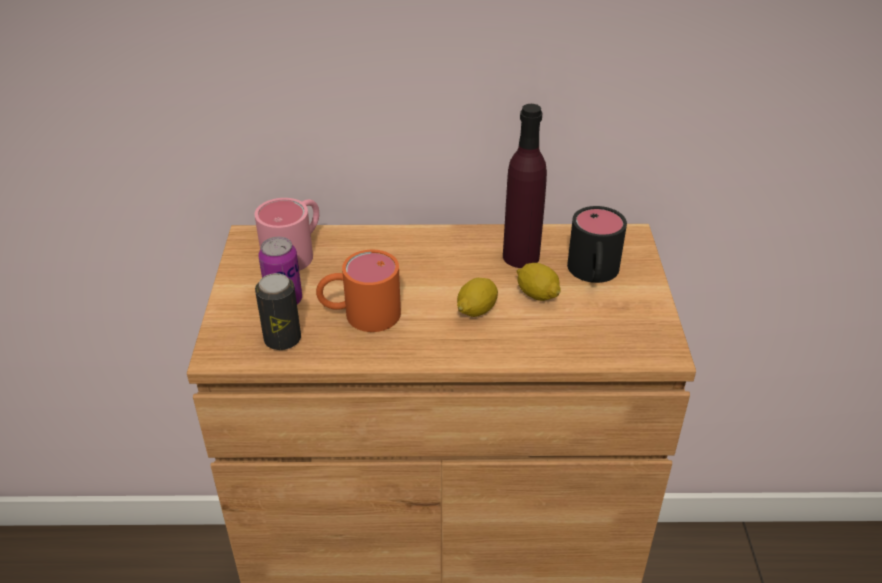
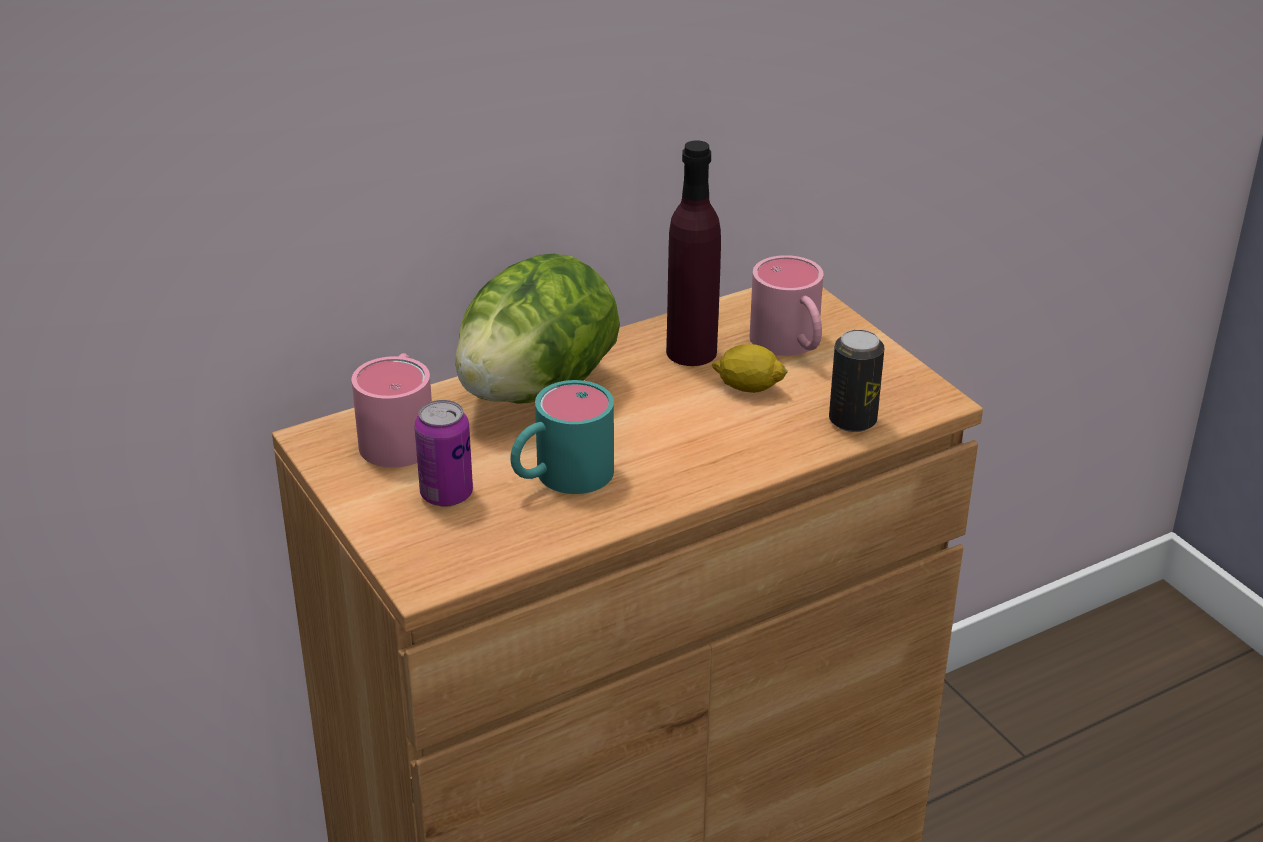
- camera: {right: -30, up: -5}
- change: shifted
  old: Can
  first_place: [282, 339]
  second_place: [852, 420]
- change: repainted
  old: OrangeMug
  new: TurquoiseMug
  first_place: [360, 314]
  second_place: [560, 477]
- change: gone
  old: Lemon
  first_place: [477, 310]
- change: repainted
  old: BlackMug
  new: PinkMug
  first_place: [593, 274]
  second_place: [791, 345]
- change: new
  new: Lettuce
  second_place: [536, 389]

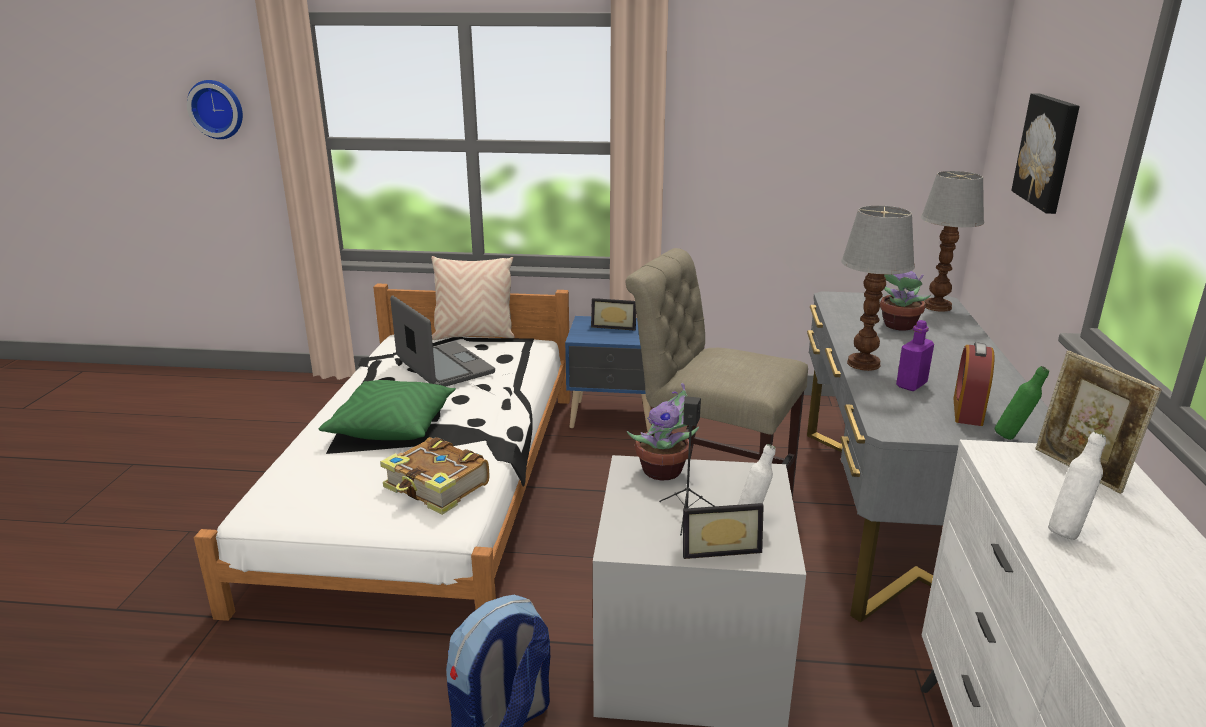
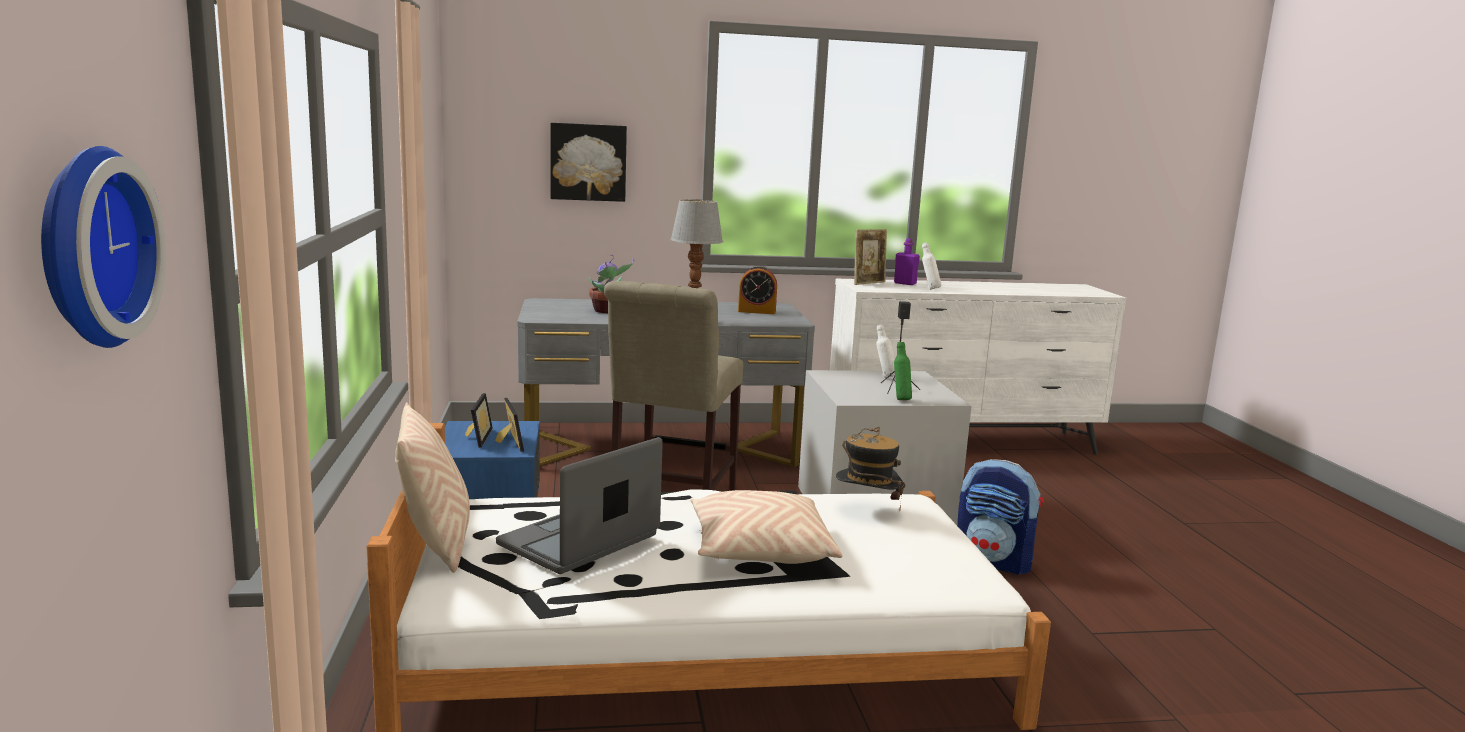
- camera: {right: -105, up: -10}
- change: repainted
  old: GreenPillow
  new: BeigePillow
  first_place: [392, 425]
  second_place: [759, 551]
- change: swapped
  old: Book
  new: Hat
  first_place: [437, 487]
  second_place: [867, 510]
- change: gone
  old: PottedPlant
  first_place: [665, 471]
- change: shifted
  old: PictureFrame
  first_place: [719, 547]
  second_place: [507, 443]
- change: shifted
  old: PurpleBottle
  first_place: [911, 385]
  second_place: [905, 283]
- change: gone
  old: TableLamp
  first_place: [937, 307]
- change: shifted
  old: GreenBottle
  first_place: [1013, 437]
  second_place: [900, 399]

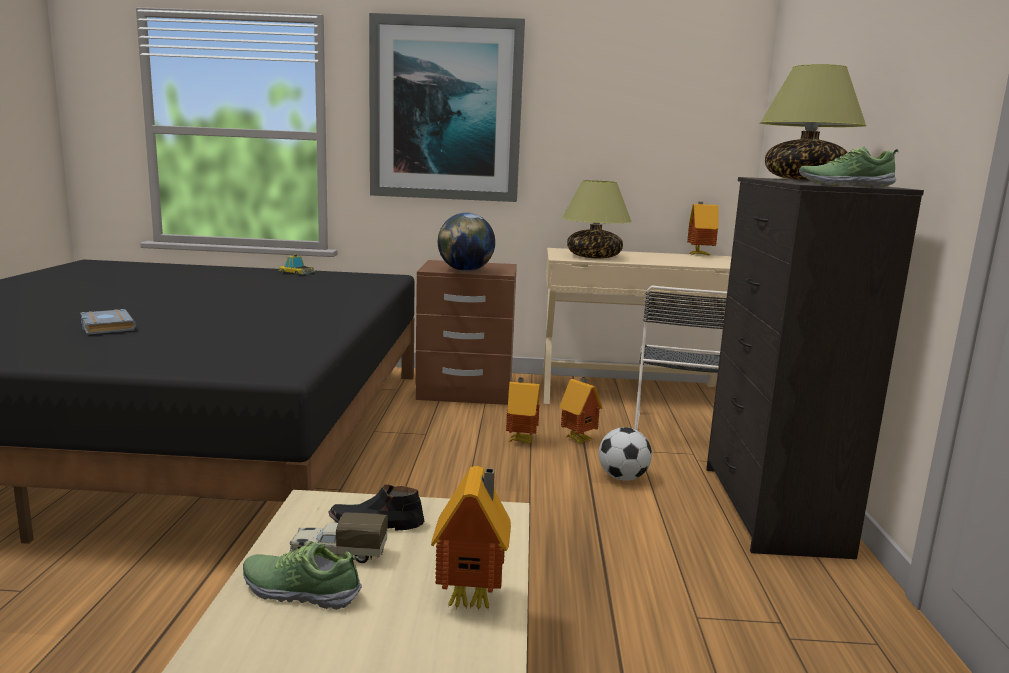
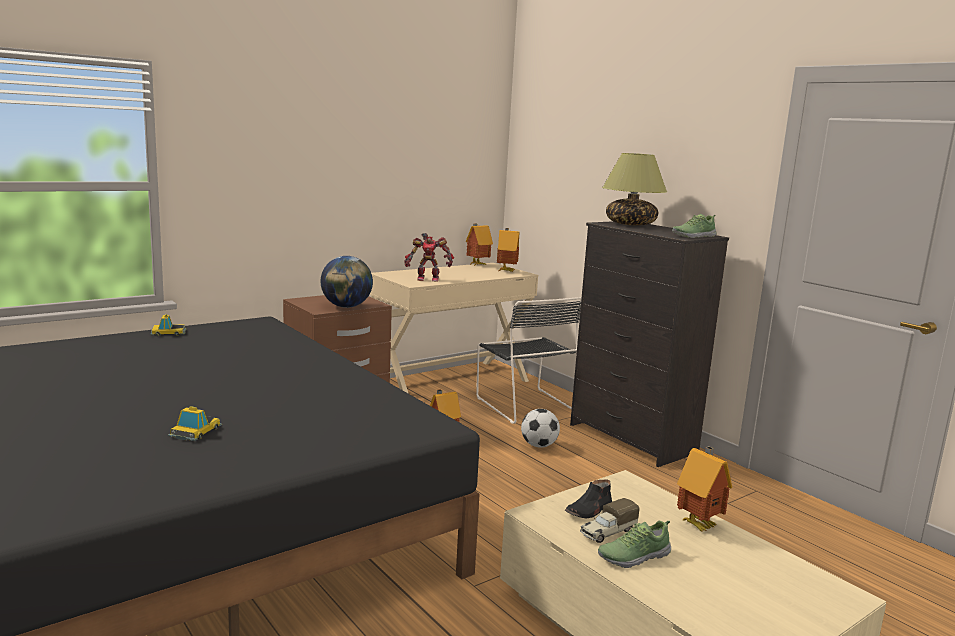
- camera: {right: -40, up: 0}
- change: swapped
  old: GreyBook
  new: ToyCar
  first_place: [105, 327]
  second_place: [195, 431]
- change: gone
  old: Picture
  first_place: [446, 110]
- change: shifted
  old: ToyHouse
  first_place: [579, 439]
  second_place: [506, 271]
- change: swapped
  old: TableLamp
  new: ToyRobot
  first_place: [594, 257]
  second_place: [428, 279]

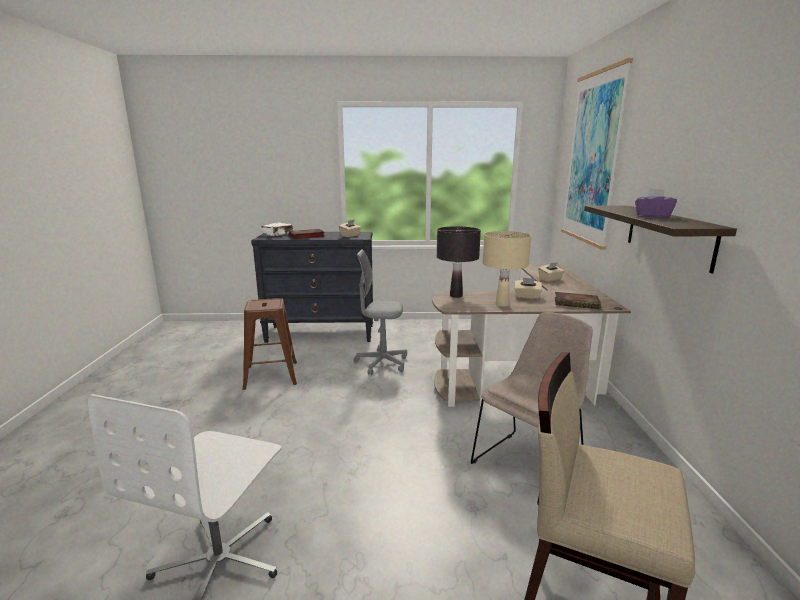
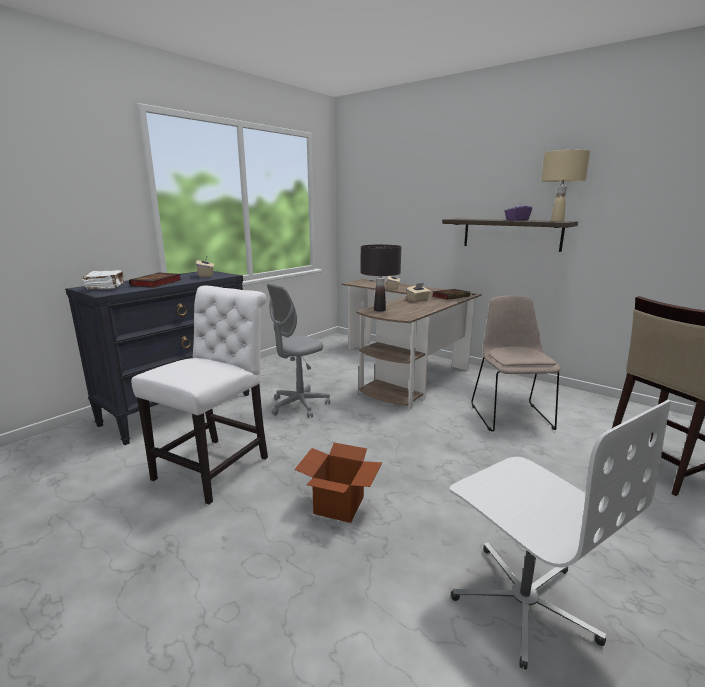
- camera: {right: -50, up: 0}
- change: swapped
  old: BrownStool
  new: WhiteChair
  first_place: [271, 375]
  second_place: [217, 466]
- change: shifted
  old: BeigeTableLamp
  first_place: [502, 304]
  second_place: [557, 221]
- change: gone
  old: Picture
  first_place: [592, 159]
- change: new
  new: CardboardBox
  second_place: [339, 505]

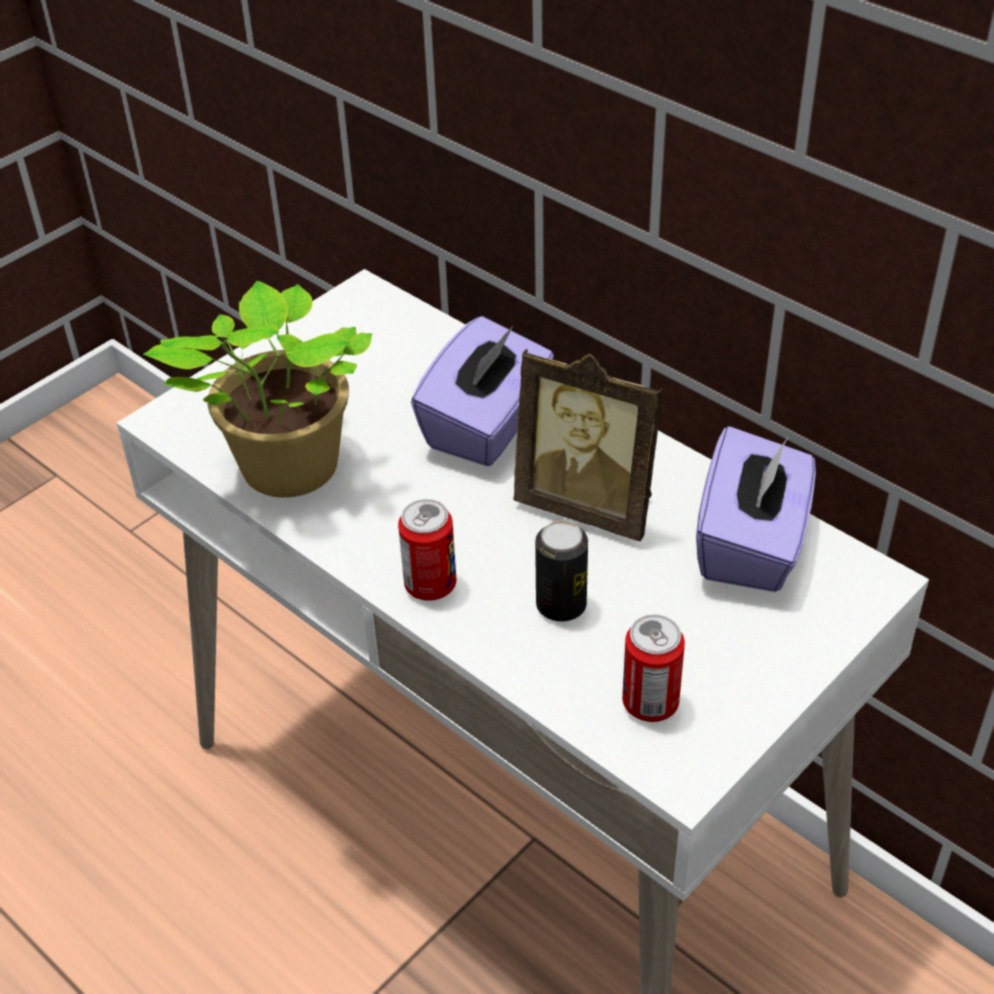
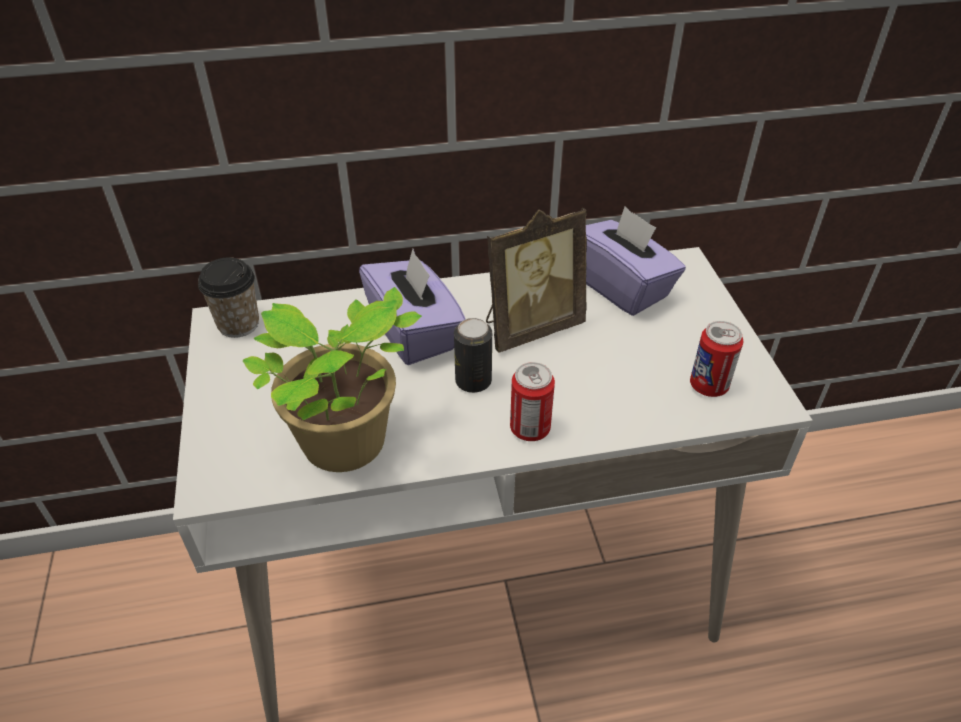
- camera: {right: -55, up: 0}
- change: shifted
  old: Can
  first_place: [561, 605]
  second_place: [473, 381]
- change: new
  new: Cup
  second_place: [238, 324]

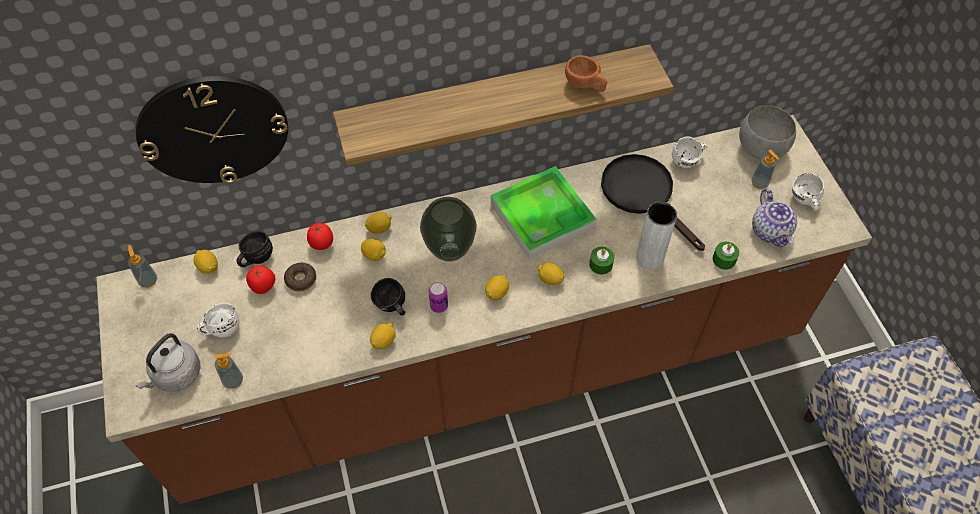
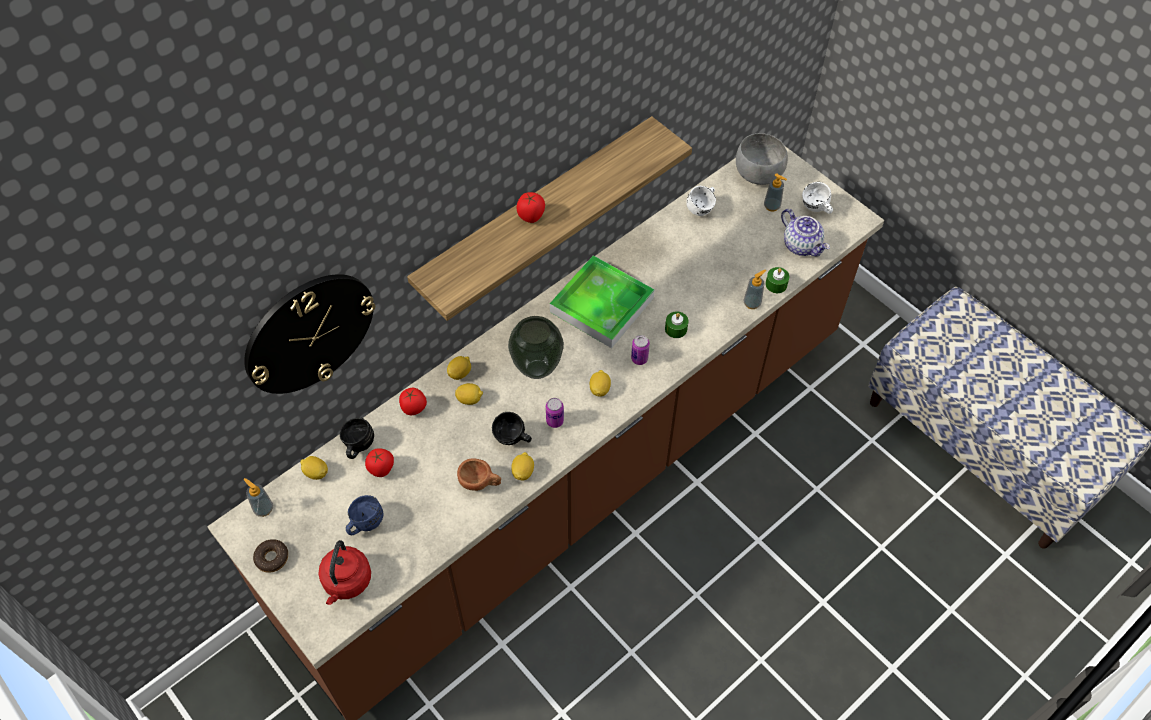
- camera: {right: -25, up: 0}
- change: repainted
  old: GreyKettle
  new: RedKettle
  first_place: [175, 375]
  second_place: [346, 582]
- change: repainted
  old: WhiteMug
  new: BlueMug
  first_place: [221, 328]
  second_place: [364, 523]
- change: shifted
  old: SoapDispenser
  first_place: [233, 380]
  second_place: [752, 303]
- change: shifted
  old: Donut
  first_place: [301, 279]
  second_place: [272, 558]
- change: swapped
  old: Lemon
  new: Can
  first_place: [550, 279]
  second_place: [639, 359]
- change: shifted
  old: BrownCup
  first_place: [585, 85]
  second_place: [480, 482]
- change: gone
  old: BlackFryingPan
  first_place: [644, 195]
- change: gone
  old: GreyVase
  first_place: [649, 258]
- change: new
  new: Tomato
  second_place: [531, 216]

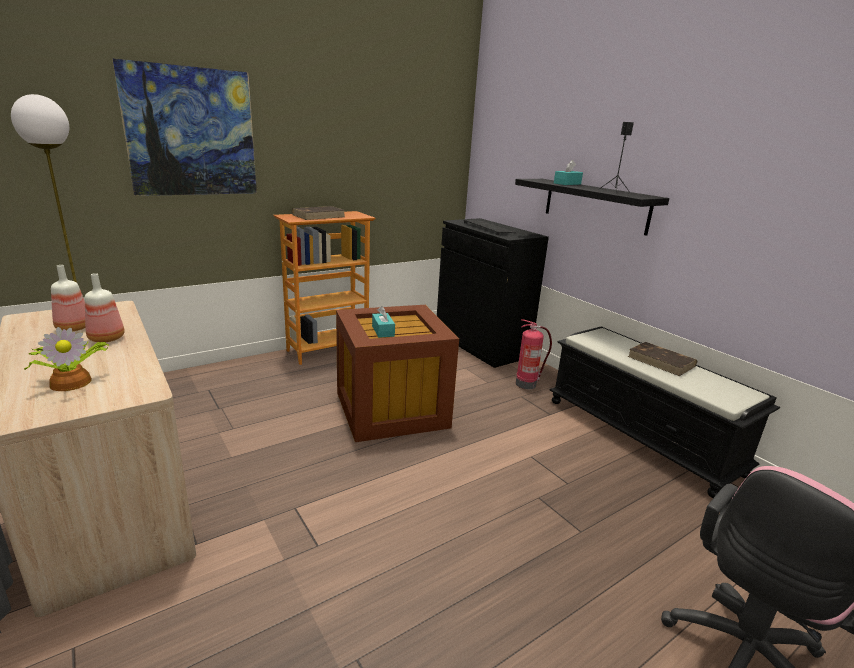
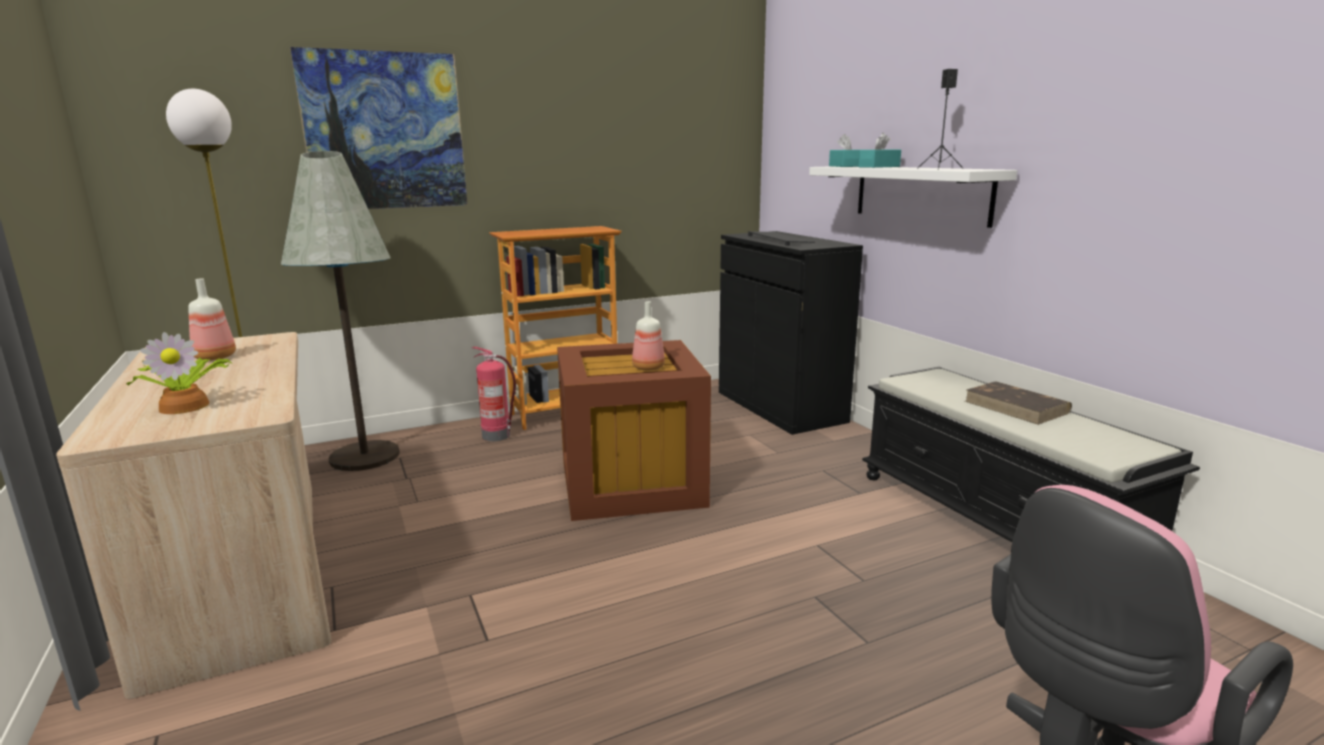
- camera: {right: 10, up: -5}
- change: shifted
  old: Bottle
  first_place: [105, 338]
  second_place: [647, 367]
- change: gone
  old: BrownBook
  first_place: [319, 215]
- change: shifted
  old: TurquoiseTissueBox
  first_place: [383, 331]
  second_place: [844, 166]
- change: repainted
  old: BlackShelf
  new: WhiteShelf
  first_place: [595, 205]
  second_place: [921, 193]
- change: shifted
  old: FireExtinguisher
  first_place: [527, 384]
  second_place: [497, 435]
- change: new
  new: GreyFloorLamp
  second_place: [364, 457]

